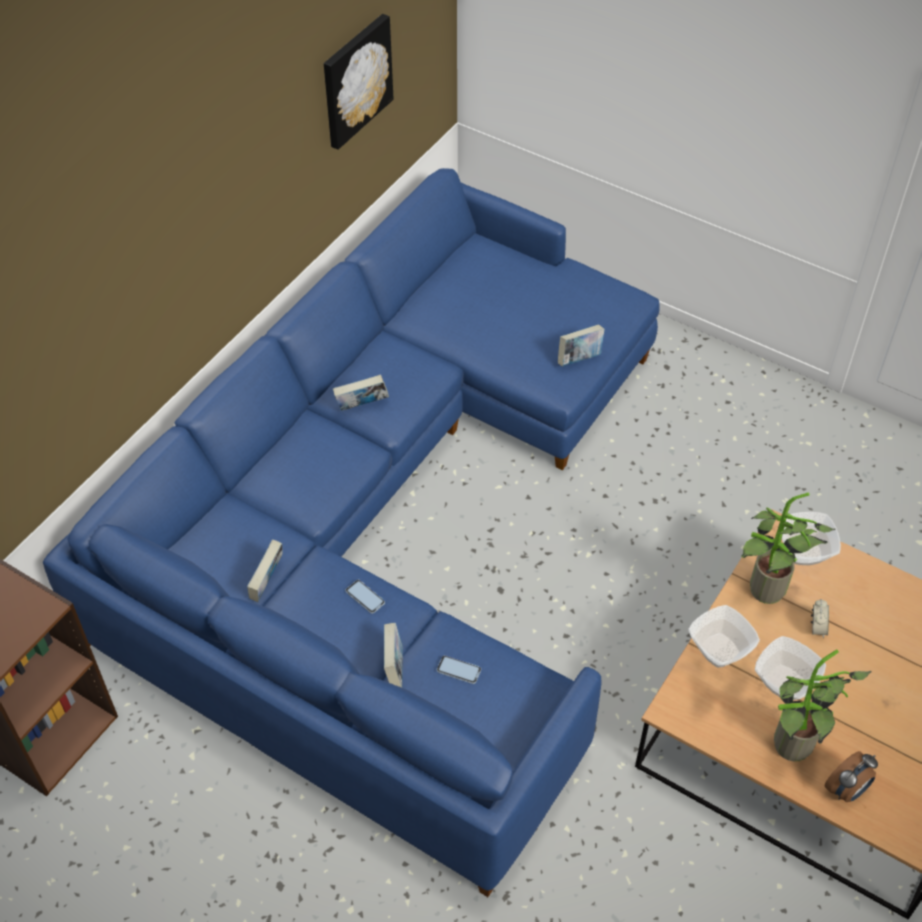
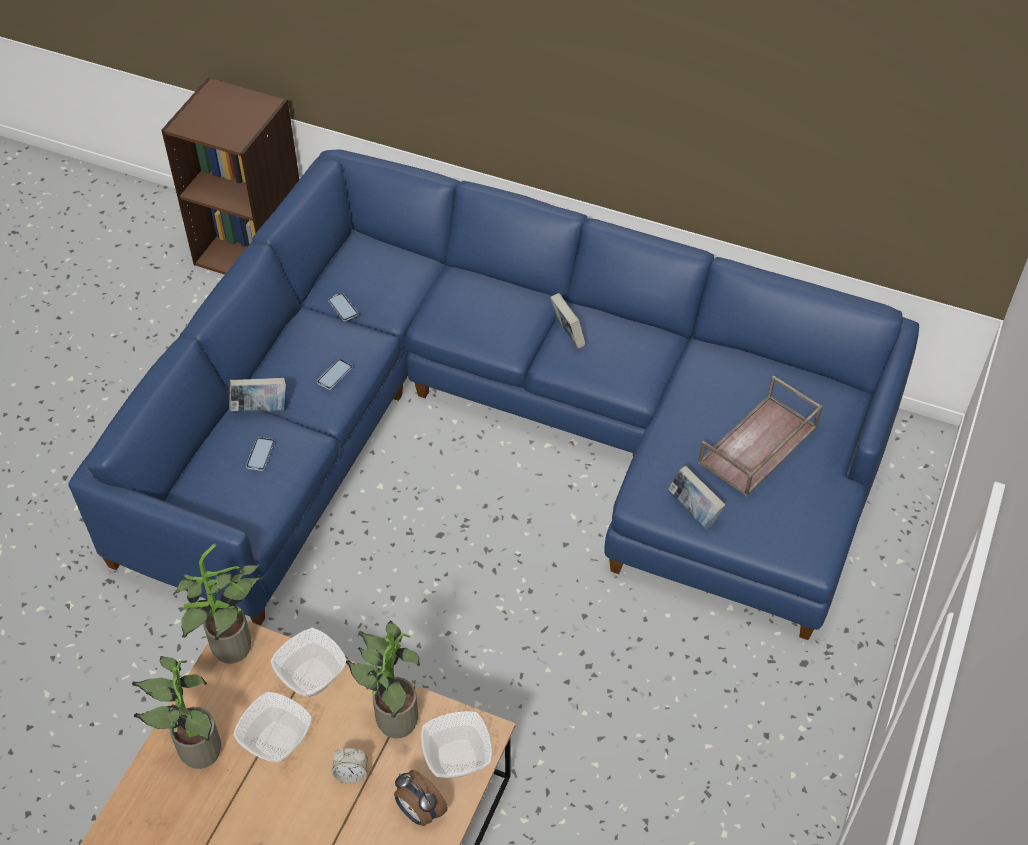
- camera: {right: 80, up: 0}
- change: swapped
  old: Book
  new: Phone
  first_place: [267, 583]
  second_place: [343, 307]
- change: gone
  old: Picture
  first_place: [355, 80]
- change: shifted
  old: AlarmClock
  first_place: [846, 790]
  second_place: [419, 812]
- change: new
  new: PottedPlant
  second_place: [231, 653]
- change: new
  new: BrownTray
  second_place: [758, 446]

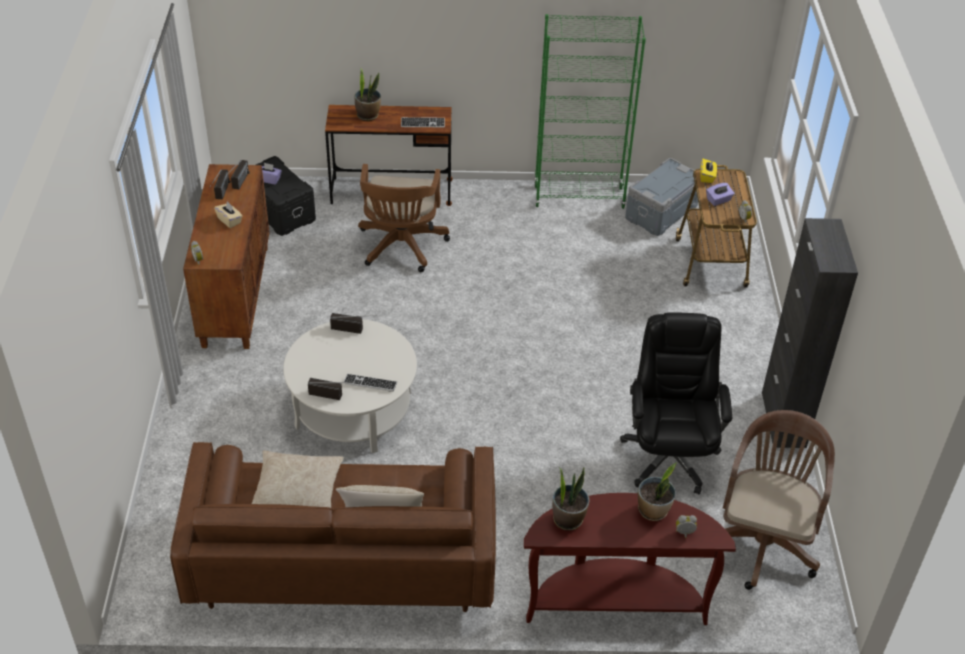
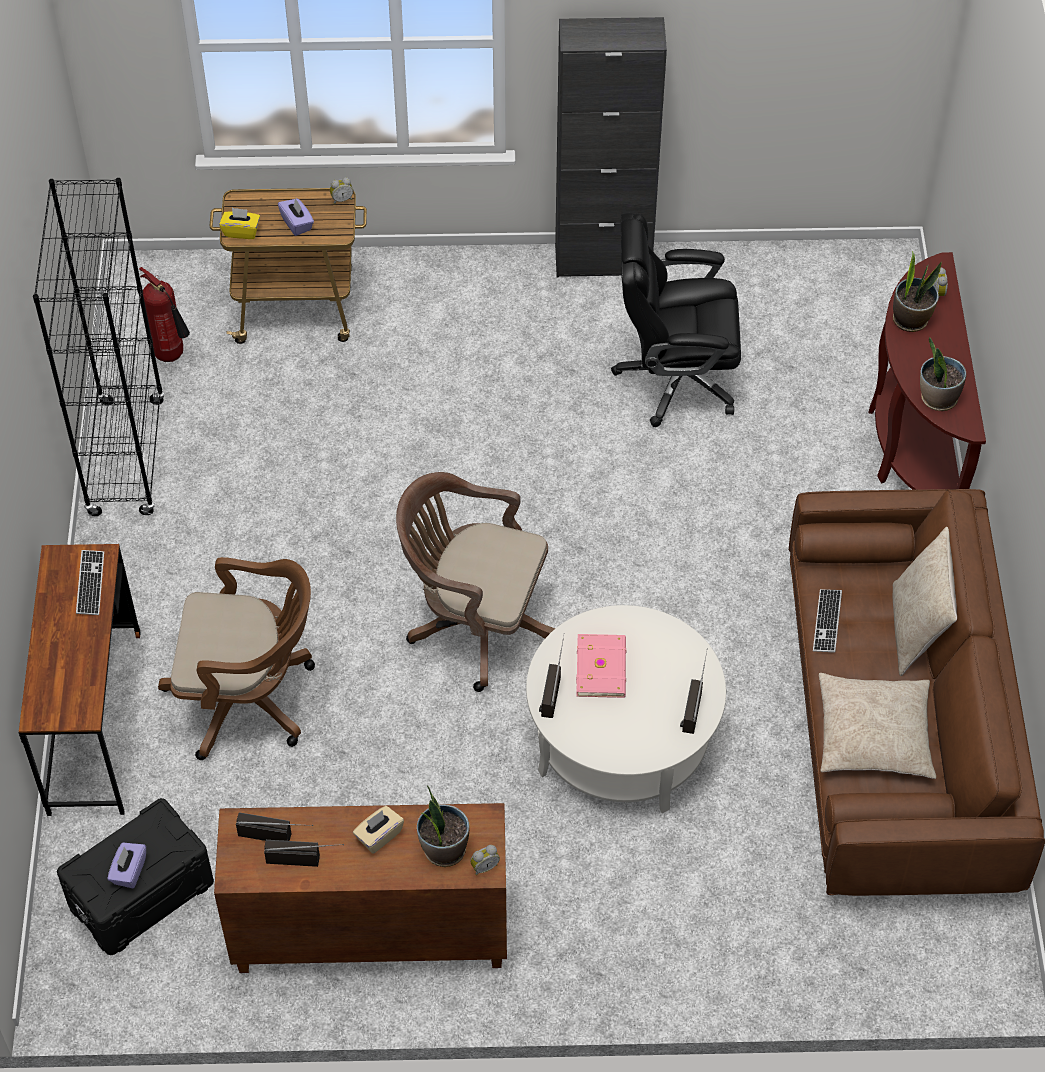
- camera: {right: -90, up: 10}
- change: shifted
  old: Keyboard
  first_place: [370, 383]
  second_place: [827, 622]
- change: shifted
  old: PottedPlant
  first_place: [368, 115]
  second_place: [444, 849]
- change: repainted
  old: GreenBookcase
  new: BlackBookcase
  first_place: [579, 197]
  second_place: [126, 458]
- change: swapped
  old: GreyStorageBox
  new: FireExtinguisher
  first_place: [662, 212]
  second_place: [172, 356]
- change: shifted
  old: BrownOfficeChair
  first_place: [763, 540]
  second_place: [476, 624]
- change: new
  new: PinkBook
  second_place: [602, 667]

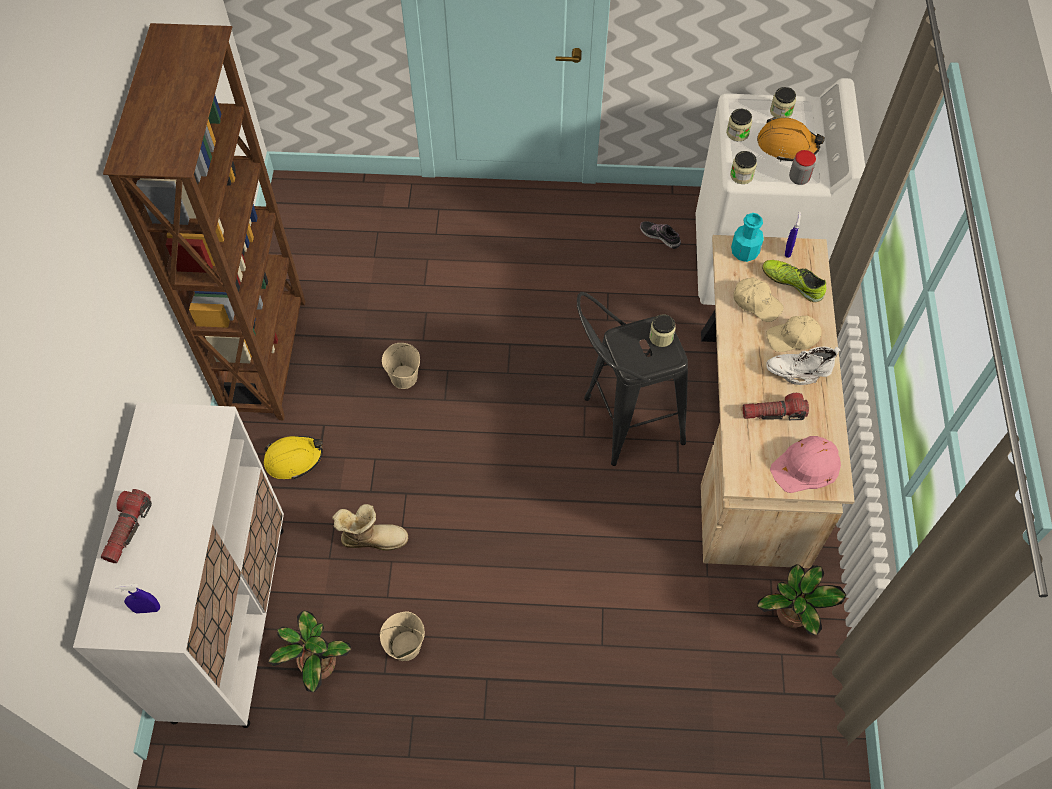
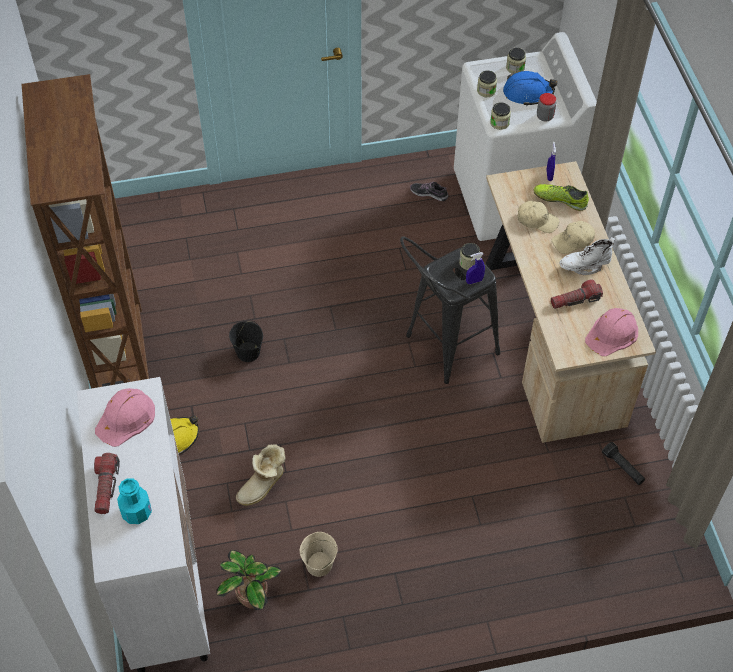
- camera: {right: -15, up: -5}
- change: shifted
  old: BlueSprayBottle
  first_place: [147, 609]
  second_place: [474, 281]
- change: rotated
  old: Boot
  first_place: [372, 538]
  second_place: [263, 486]
  degrees: 150
- change: repainted
  old: BeigeBucket
  new: BlackBucket
  first_place: [404, 378]
  second_place: [248, 352]
- change: shifted
  old: TurquoiseBottle
  first_place: [744, 252]
  second_place: [136, 512]
- change: repainted
  old: OrangeHardHat
  new: BlueHardHat
  first_place: [787, 145]
  second_place: [528, 93]
- change: swapped
  old: PottedPlant
  new: BlackFlashlight
  first_place: [790, 617]
  second_place: [623, 468]
- change: new
  new: PinkHardHat
  second_place: [126, 418]

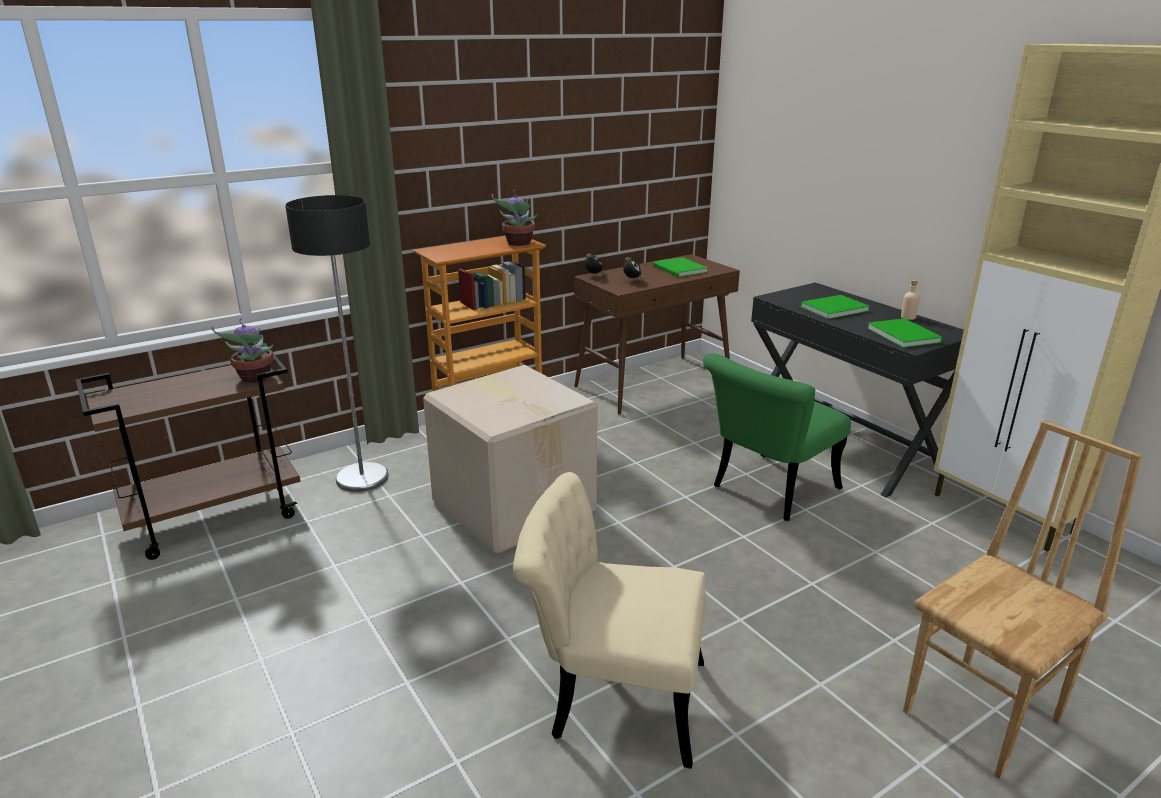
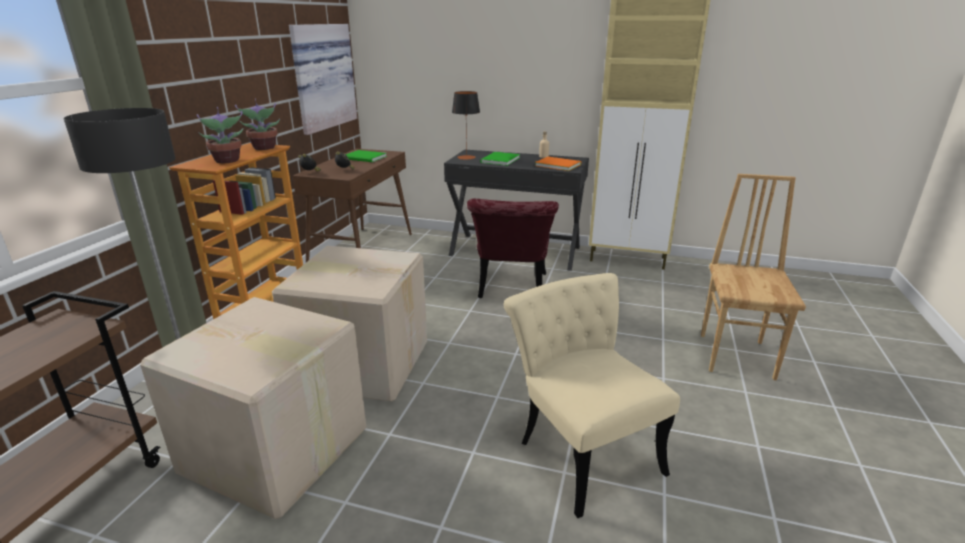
- camera: {right: -40, up: 0}
- change: shifted
  old: PottedPlant
  first_place: [254, 378]
  second_place: [227, 161]
- change: rotated
  old: BeigeChair
  first_place: [611, 697]
  second_place: [581, 449]
  degrees: 90
- change: repainted
  old: GreenChair
  new: RedChair
  first_place: [767, 492]
  second_place: [511, 290]
- change: repainted
  old: GreenBook
  new: OrangeBook
  first_place: [904, 334]
  second_place: [557, 165]
- change: new
  new: CardboardBox
  second_place: [276, 452]
- change: new
  new: Picture
  second_place: [321, 77]
- change: new
  new: TableLamp
  second_place: [466, 157]

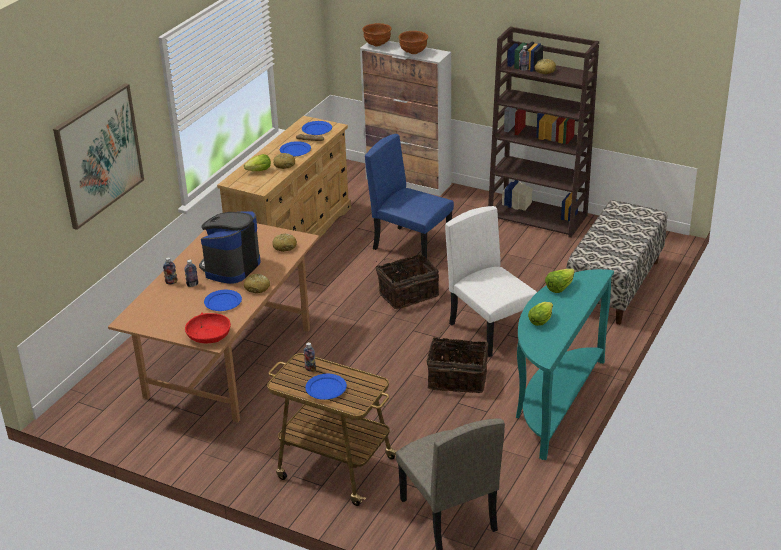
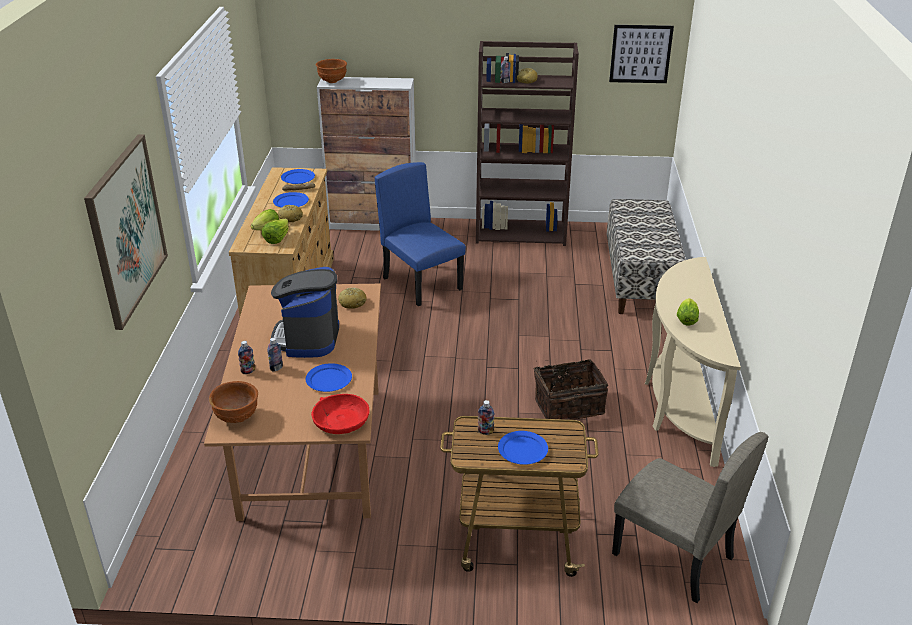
- camera: {right: -25, up: 0}
- change: gone
  old: Bread
  first_place: [257, 288]
- change: rotated
  old: BlueChair
  first_place: [412, 246]
  second_place: [422, 283]
  degrees: 45
- change: gone
  old: Basket
  first_place: [407, 294]
- change: shifted
  old: BrownBowl
  first_place: [413, 52]
  second_place: [237, 417]
- change: gone
  old: WhiteChair
  first_place: [491, 330]
- change: repainted
  old: TurquoiseConsoleTable
  new: BeigeConsoleTable
  first_place: [554, 403]
  second_place: [677, 405]
- change: shifted
  old: Lettuce
  first_place: [559, 287]
  second_place: [277, 239]
- change: new
  new: Picture
  second_place: [640, 54]

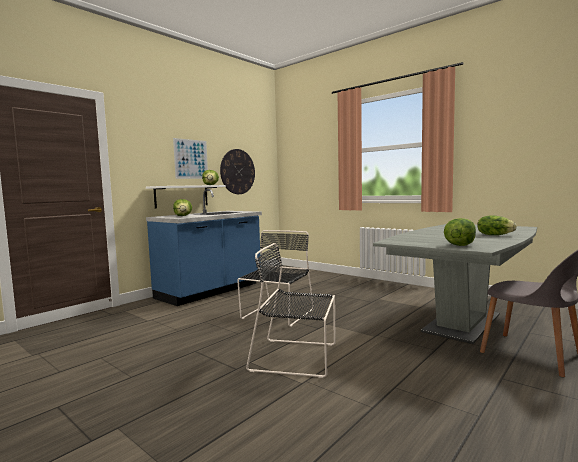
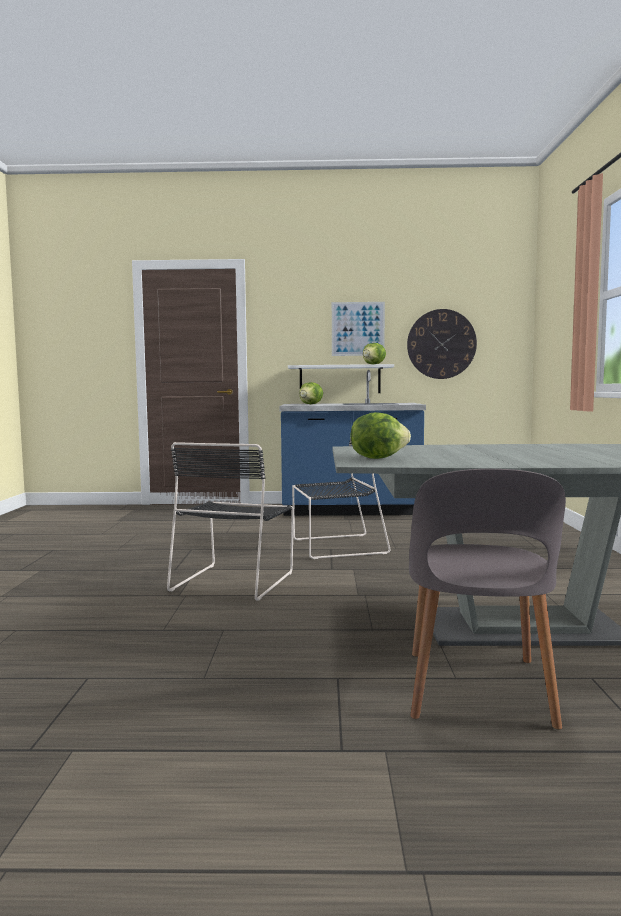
- camera: {right: 50, up: 0}
- change: rotated
  old: BlackChair
  first_place: [297, 357]
  second_place: [234, 580]
  degrees: -135
- change: gone
  old: Lettuce
  first_place: [494, 235]

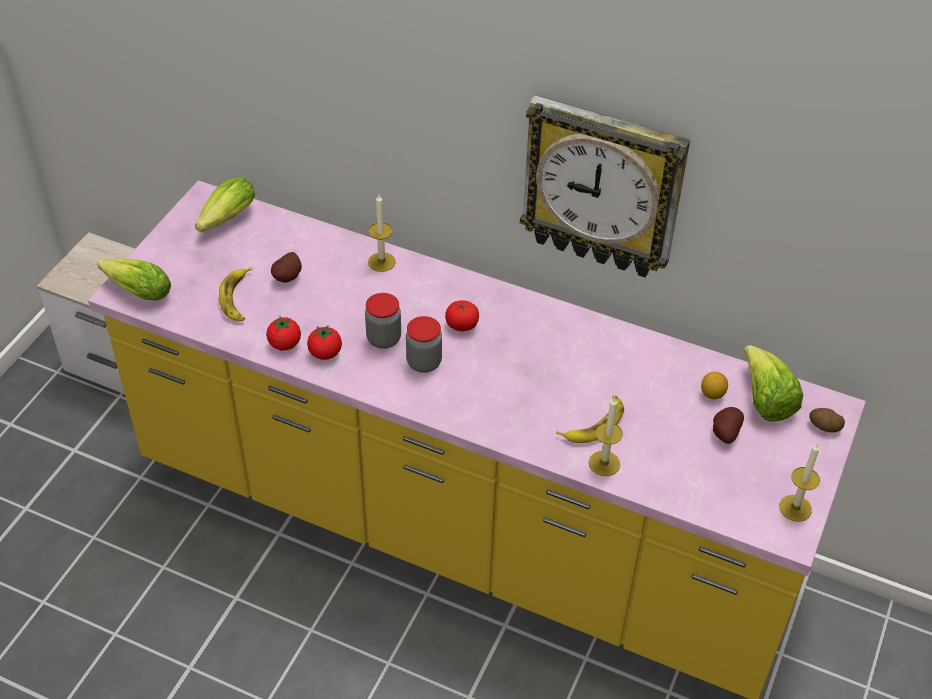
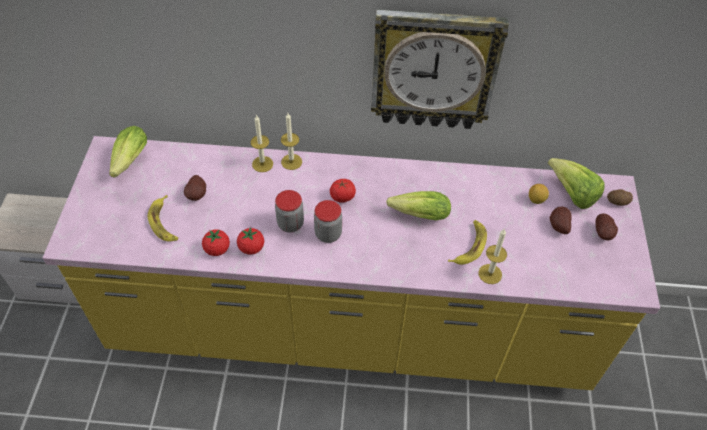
- camera: {right: -20, up: 5}
- change: shifted
  old: Lettuce
  first_place: [135, 290]
  second_place: [417, 214]
- change: shifted
  old: Candle
  first_place: [795, 508]
  second_place: [291, 162]
- change: new
  new: Potato
  second_place: [603, 233]

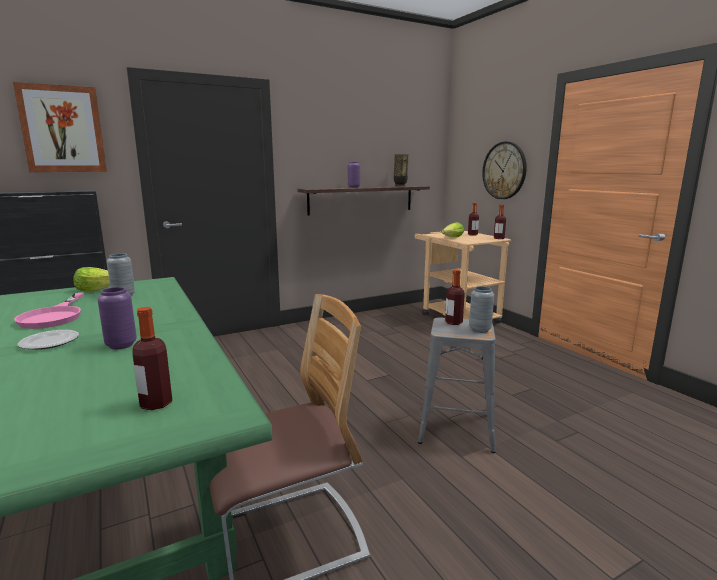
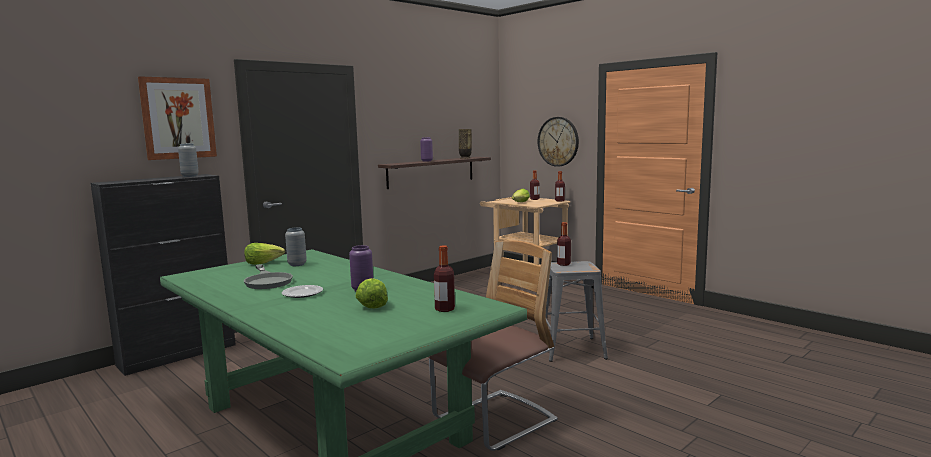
- camera: {right: -15, up: -5}
- change: repainted
  old: PinkFryingPan
  new: GreyFryingPan
  first_place: [54, 316]
  second_place: [267, 281]
- change: shifted
  old: GreyVase
  first_place: [480, 330]
  second_place: [190, 176]
- change: new
  new: Lettuce
  second_place: [371, 305]

